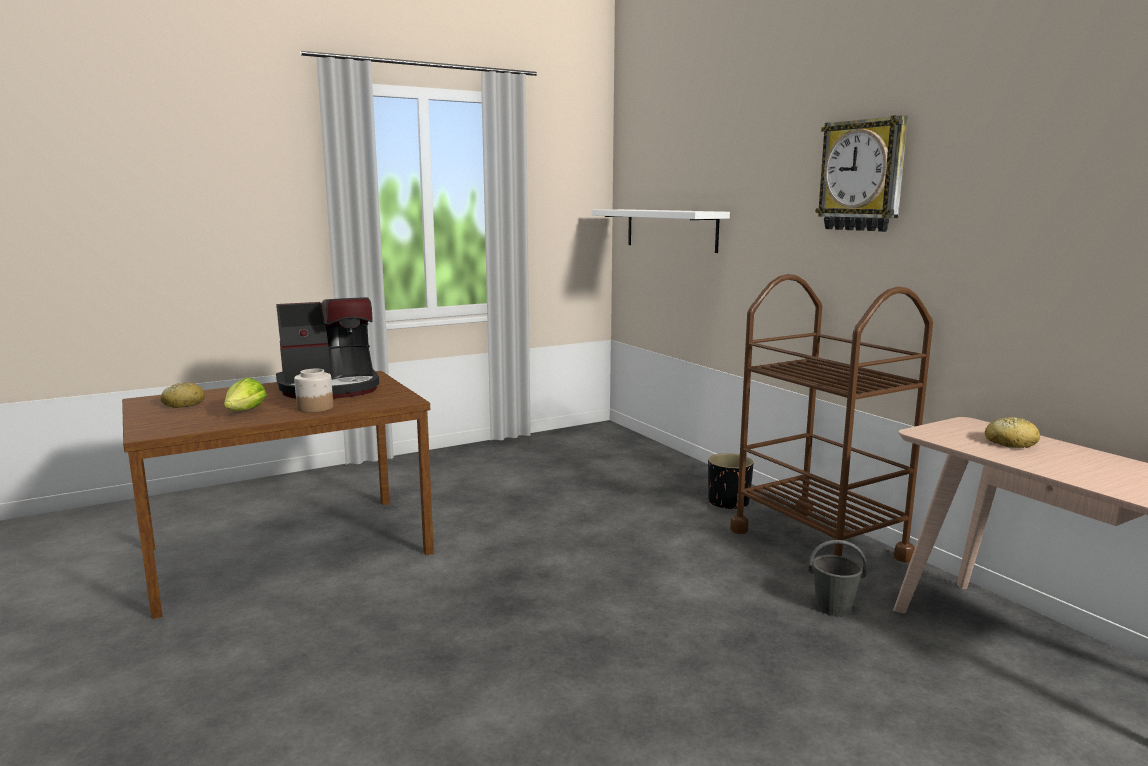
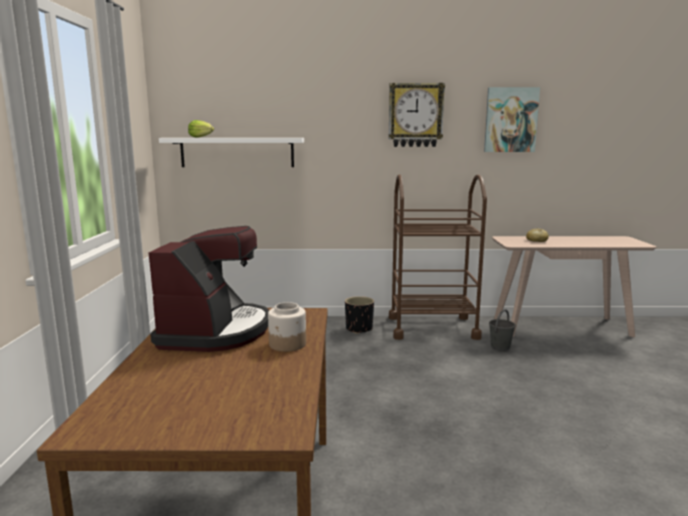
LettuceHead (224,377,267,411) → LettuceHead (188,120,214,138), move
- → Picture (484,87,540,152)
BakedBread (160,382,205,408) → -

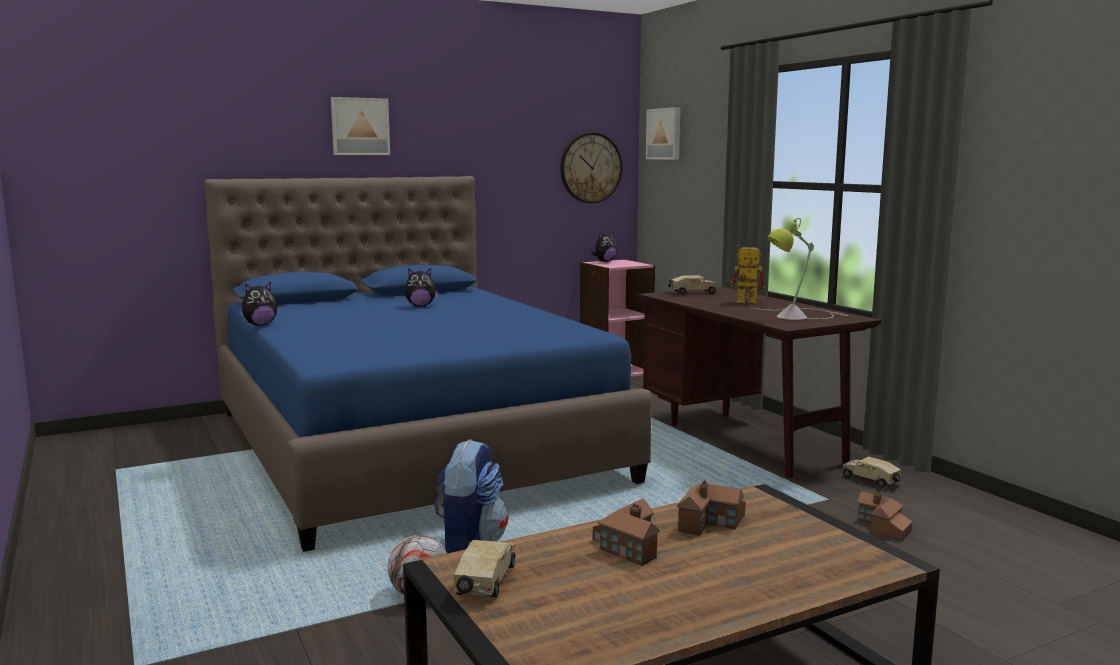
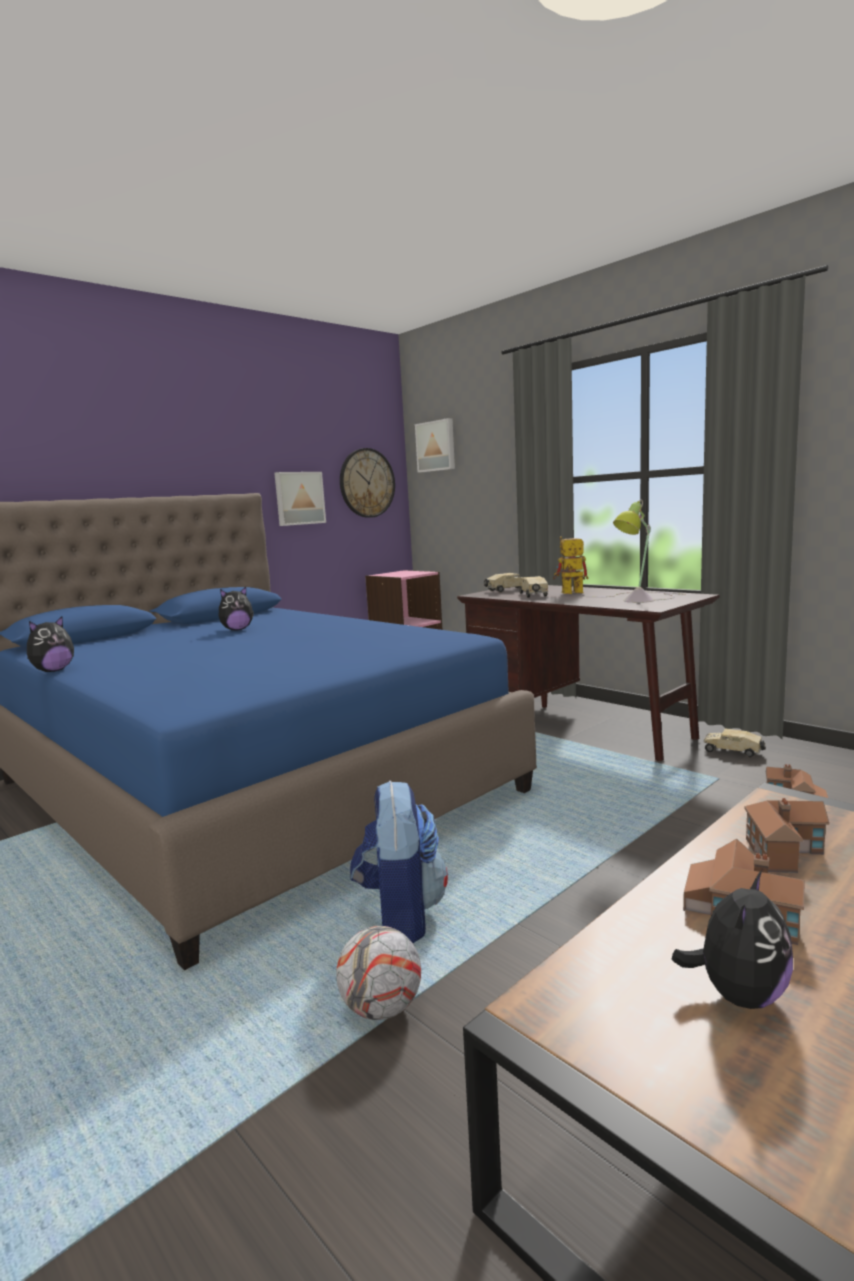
Picture (331,97,390,155) → Picture (274,472,326,526), move
ModelTruck (453,540,515,597) → ModelTruck (519,576,548,598), move
SoftToy (591,232,617,262) → SoftToy (671,870,793,1009), move

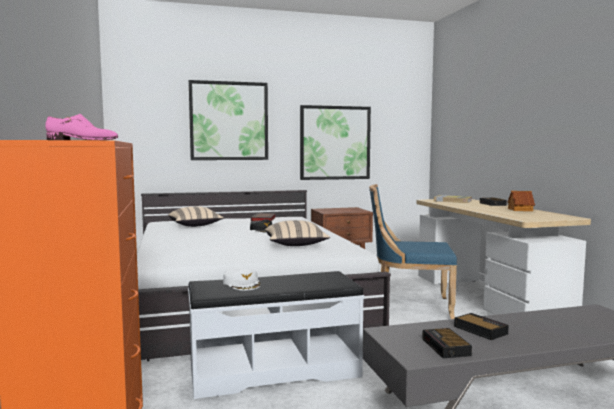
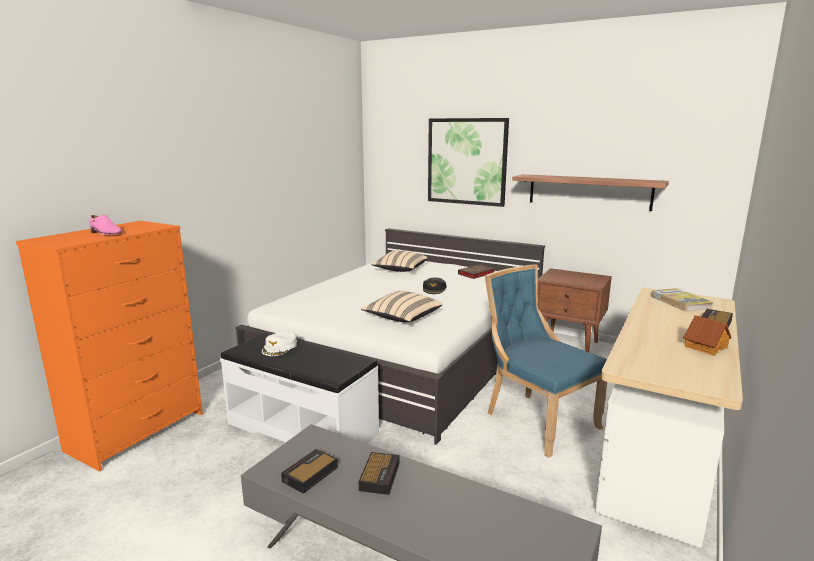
Picture (300,105,371,180) → BracketShelf (512,174,669,211)

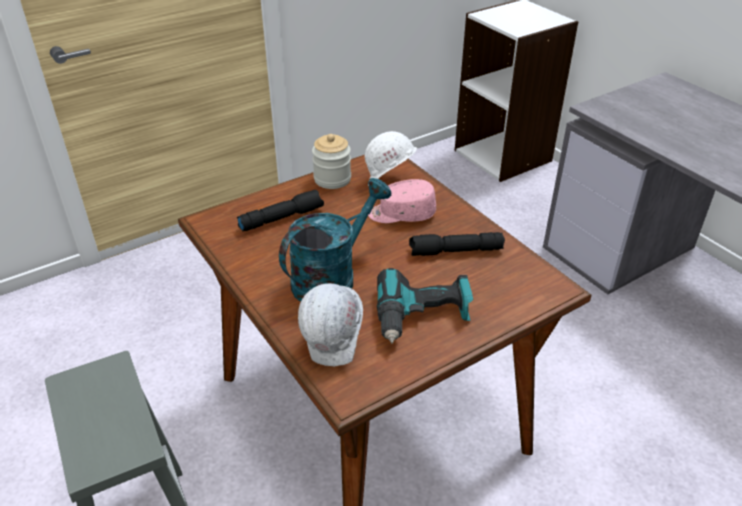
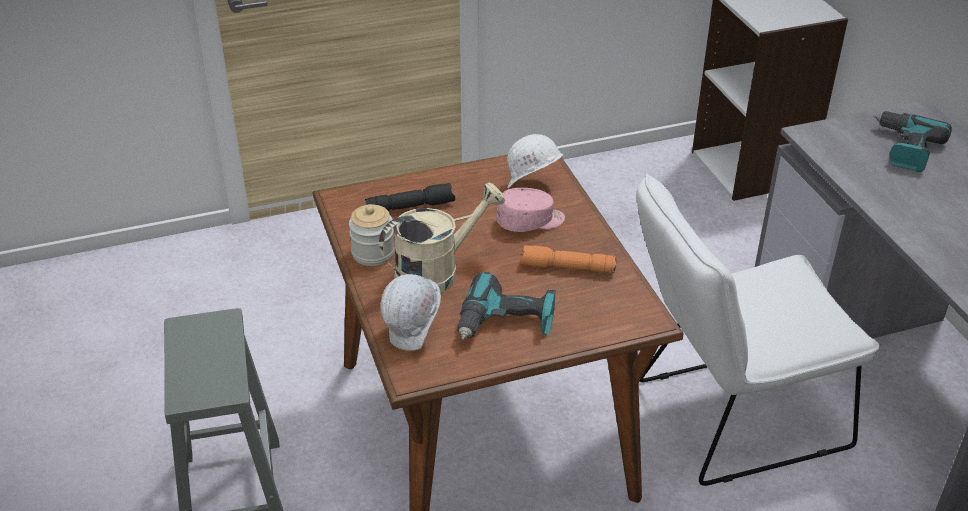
StorageJar (312,134,351,189) → StorageJar (349,204,395,266), move
TurquoiseColouredWateringCan (279,178,391,302) → BeigeWateringCan (379,182,505,293)
PinkColouredCap (368,179,436,223) → PinkColouredCap (496,188,565,232), 150 degrees clockwise
BlackColouredFlashlight (409,232,505,256) → OrangeColouredFlashlight (520,245,617,273)
- → WhitePlainChair (636,173,880,486)
- → Drill (873,111,952,172)

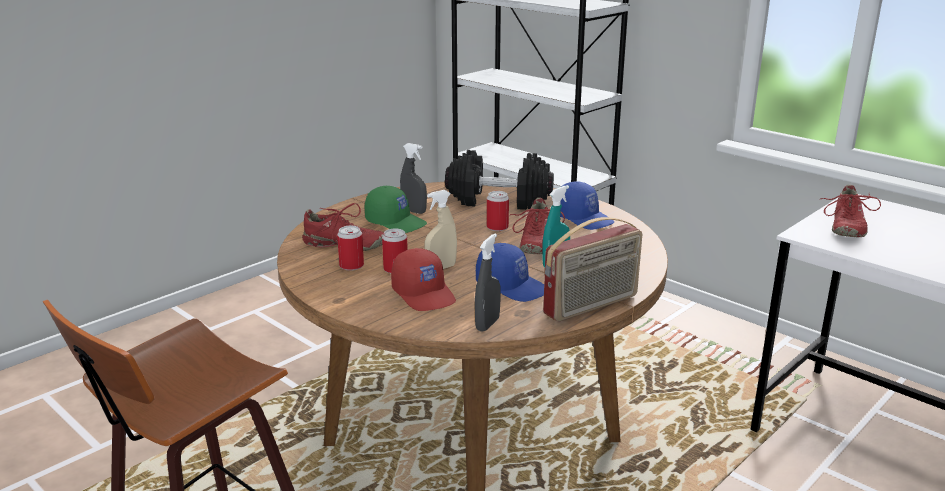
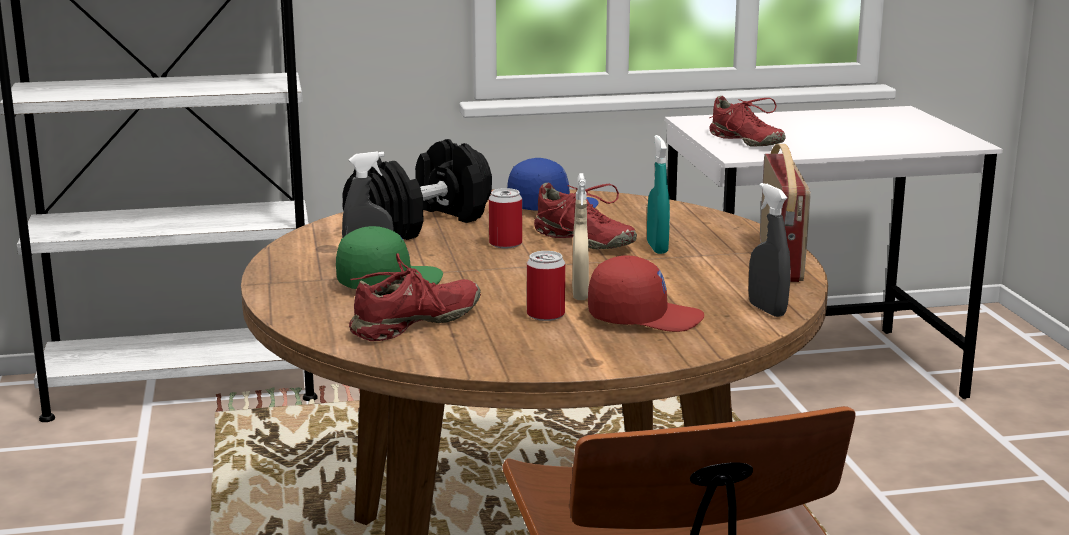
Can (337,226,364,271) → -
BlueColouredCap (476,243,544,302) → -

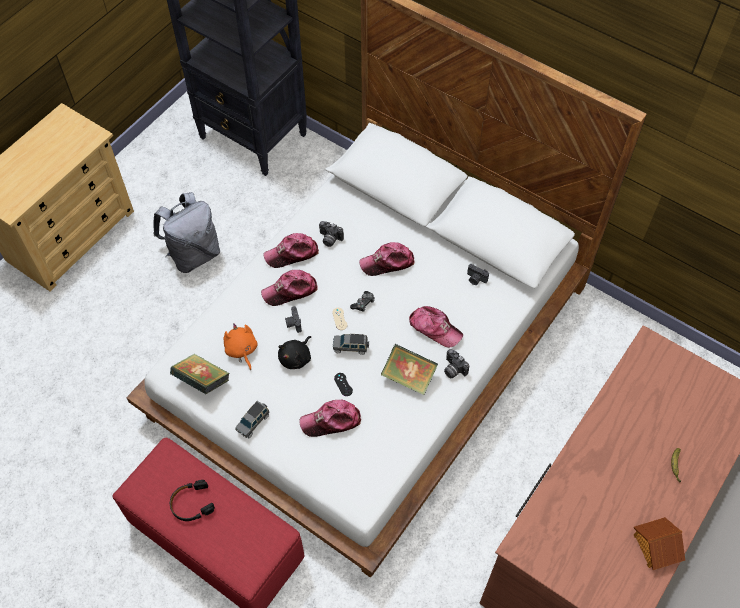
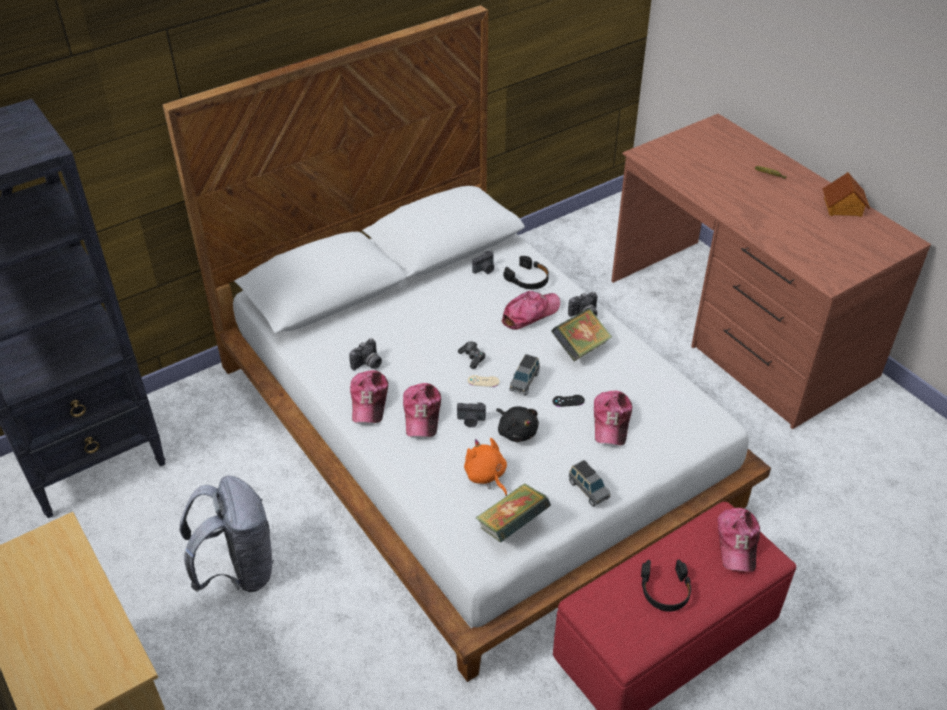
OrangeColouredSoftToy (224,323,258,370) → OrangeColouredSoftToy (464,438,507,496), 60 degrees clockwise
- → BlackColouredHeadset (503,256,549,289)
Cap (359,242,415,276) → Cap (717,508,760,572), move

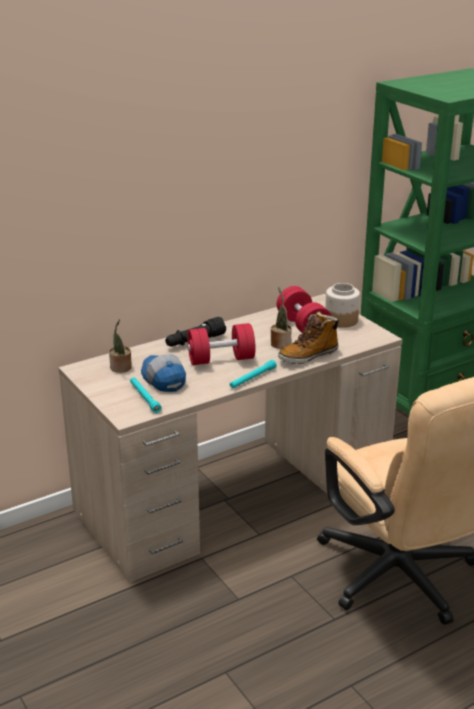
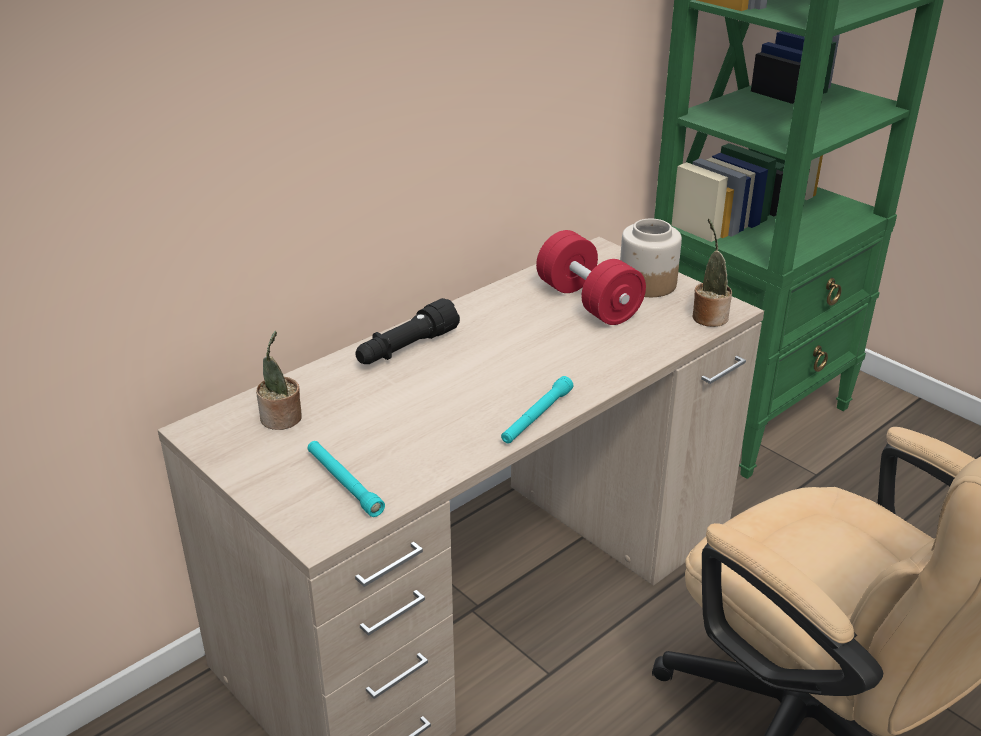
PottedPlant (271,287,292,349) → PottedPlant (692,218,732,327), move
Cap (141,354,186,392) → -
RedHandWeight (187,323,256,365) → -
TallBoot (278,311,339,364) → -

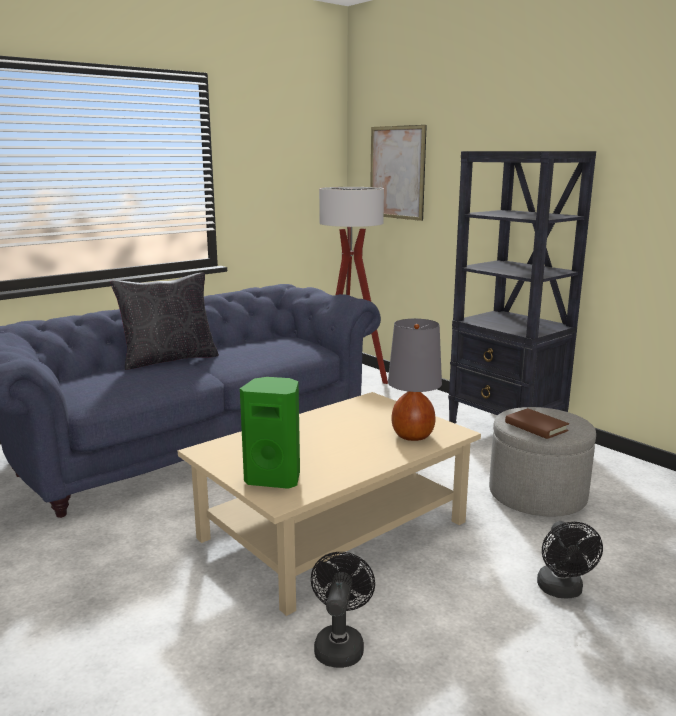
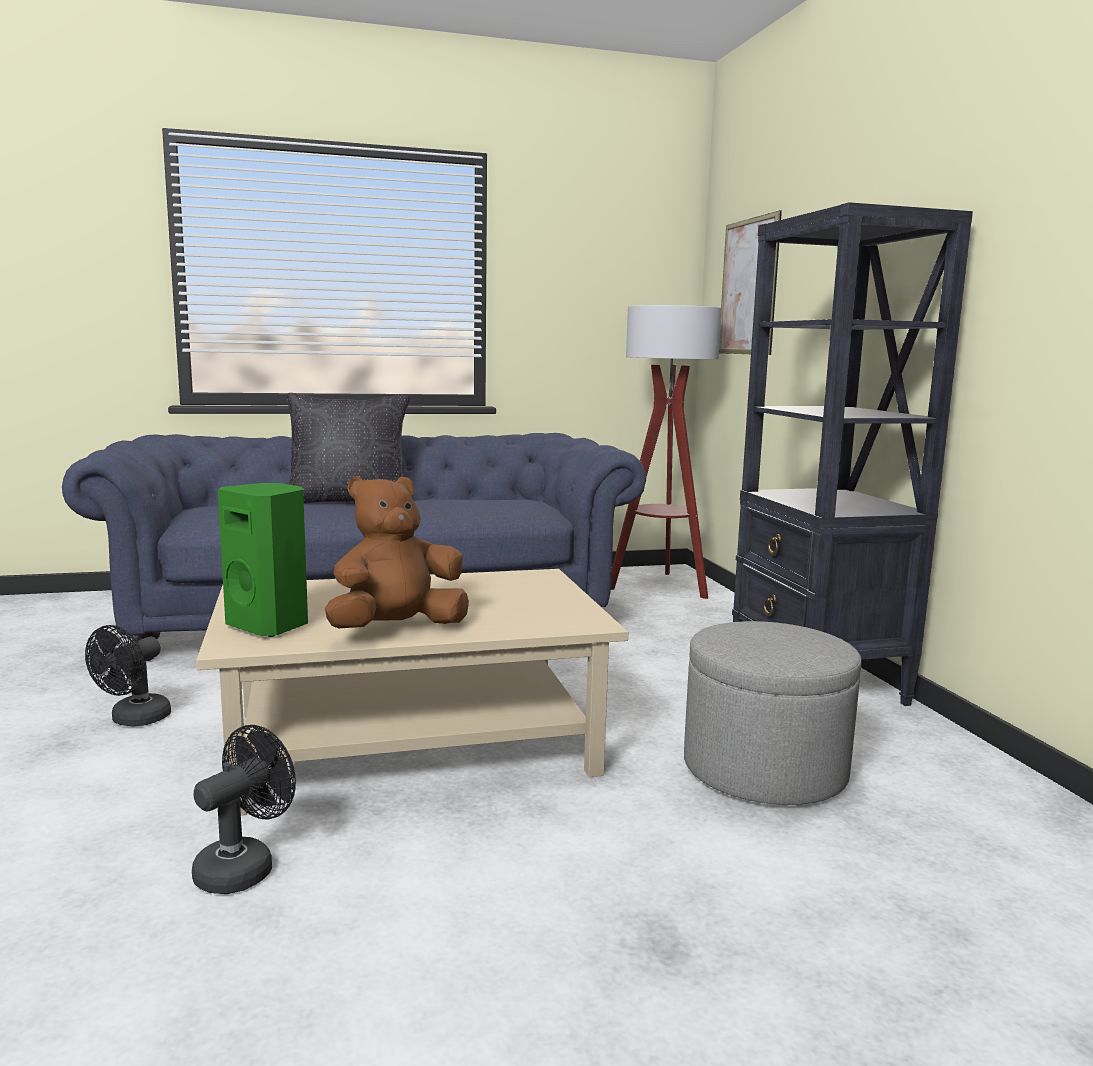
BlackColouredFan (537,521,603,599) → BlackColouredFan (85,625,171,726), move
- → BrownColouredSoftToy (325,476,469,628)
GreyishTabletopLamp (388,319,442,441) → -
BrownColouredBoundBook (505,408,569,439) → -

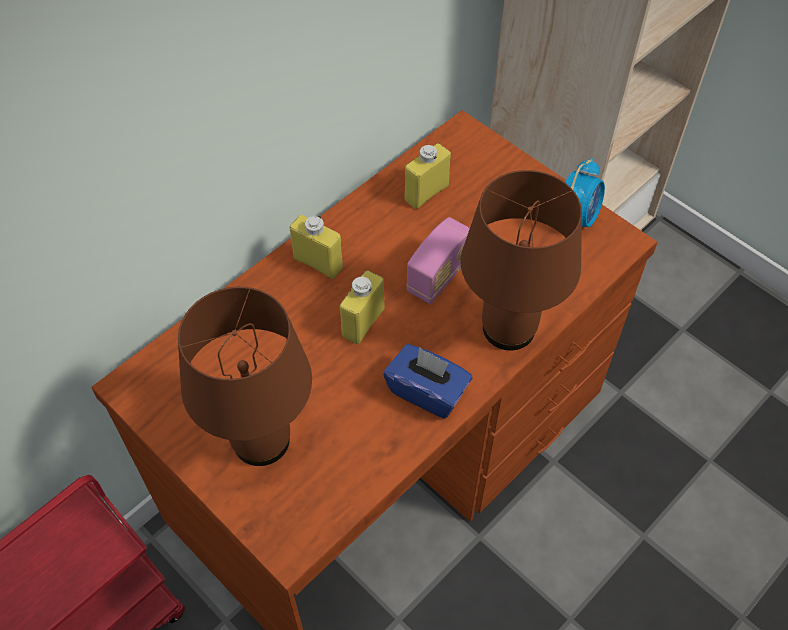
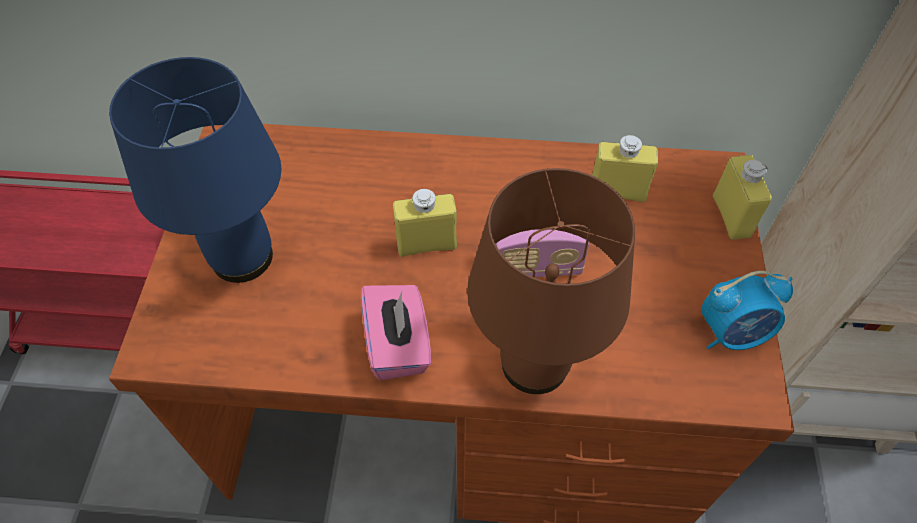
BrownColouredTabletopLamp (178,287,312,466) → BlueColouredTabletopLamp (109,57,281,283)
BlueColouredBoxOfTissues (384,344,472,419) → PinkColouredBoxOfTissues (361,285,431,380)
YellowColouredBeverageBottle (290,215,343,279) → YellowColouredBeverageBottle (713,155,772,240), move

